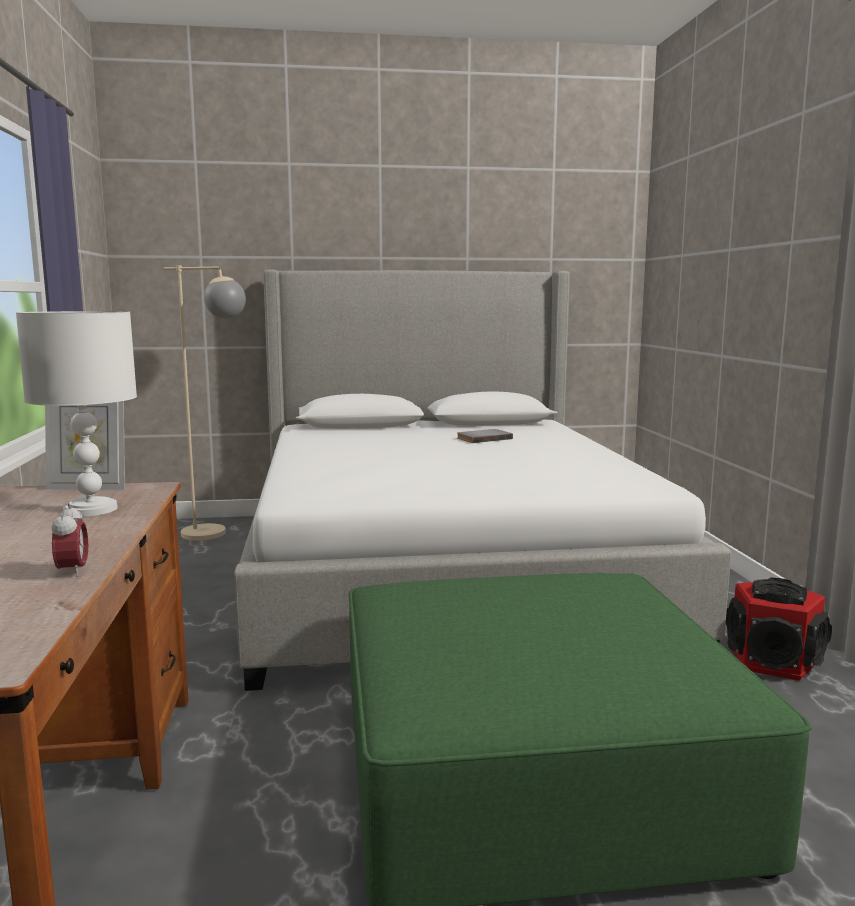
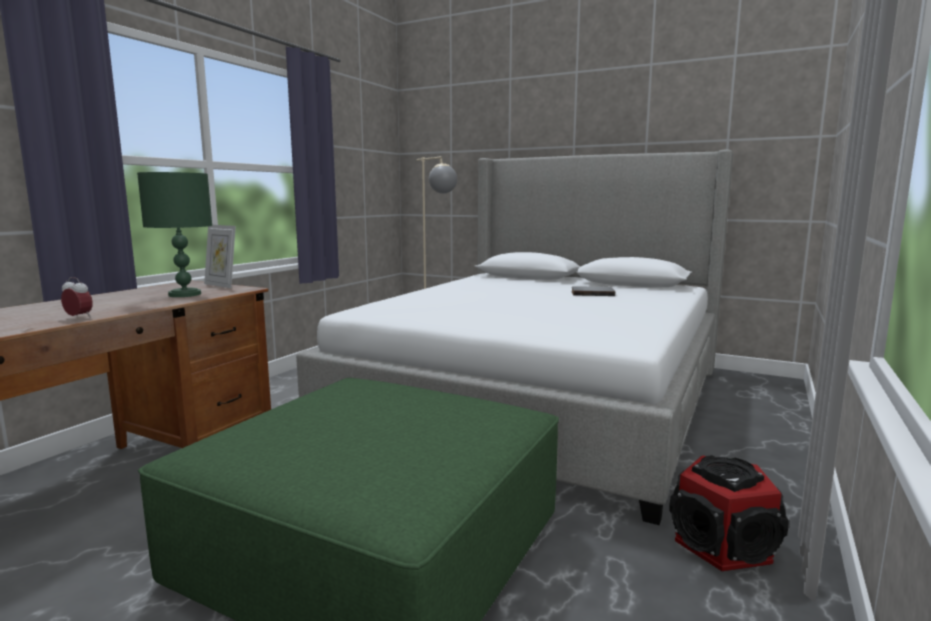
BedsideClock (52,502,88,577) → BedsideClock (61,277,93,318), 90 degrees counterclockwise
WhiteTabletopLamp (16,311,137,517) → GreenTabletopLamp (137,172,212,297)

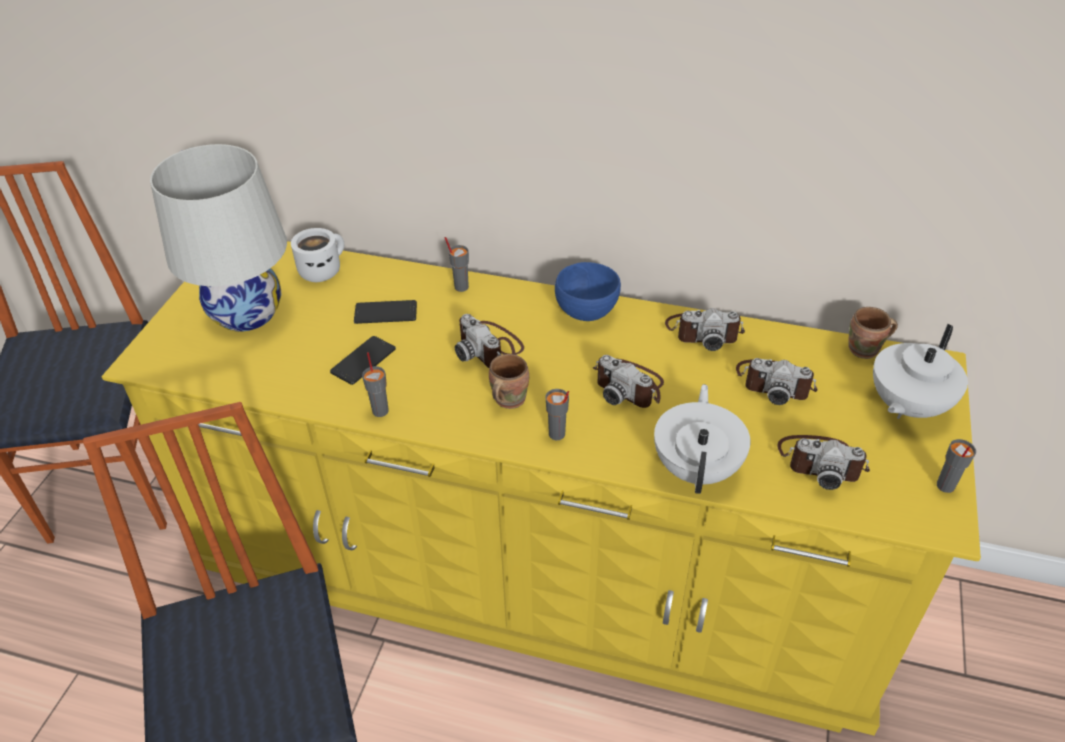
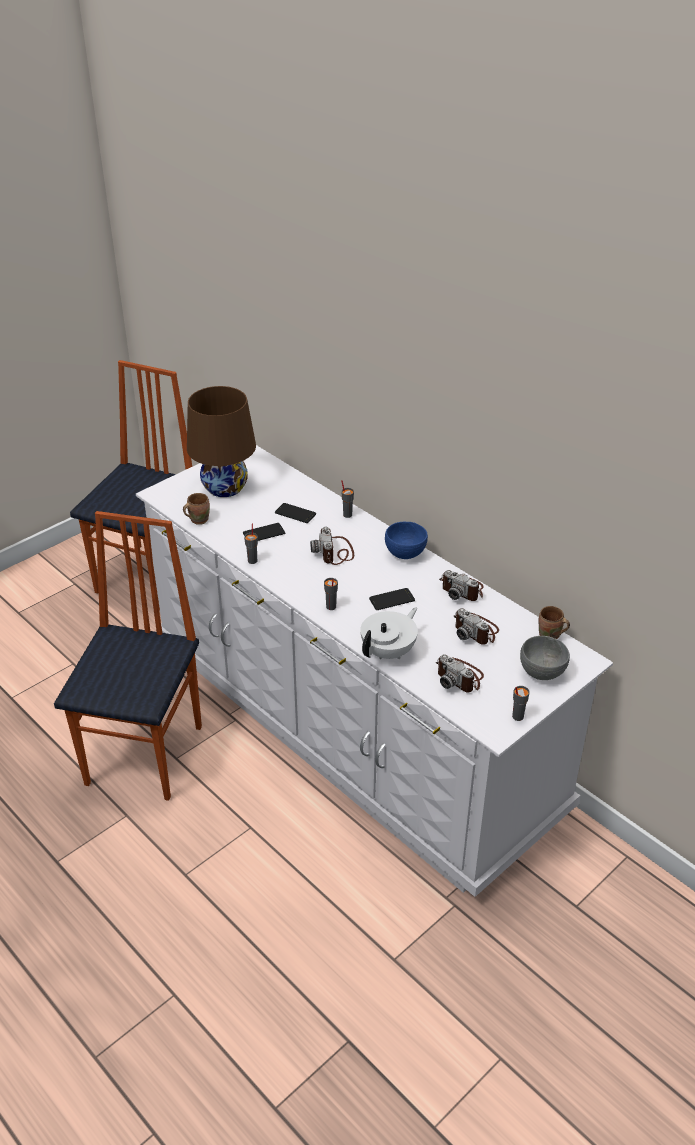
YellowColouredChestOfDrawers (101,241,981,735) → WhiteChestOfDrawers (136,445,613,897)
BrownColouredCoffeeMug (489,354,529,409) → BrownColouredCoffeeMug (183,493,210,525), move
WhiteTabletopLamp (150,144,287,332) → BrownColouredTabletopLamp (187,386,256,497)
StillCamera (593,355,664,408) → Handset (369,588,415,610)
WhiteTeapot (873,324,968,419) → GreyishServingBowl (520,636,570,680)
WhiteCoffeeMug (291,228,344,282) → -

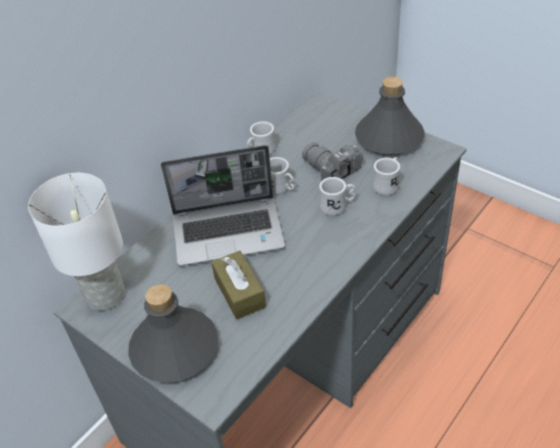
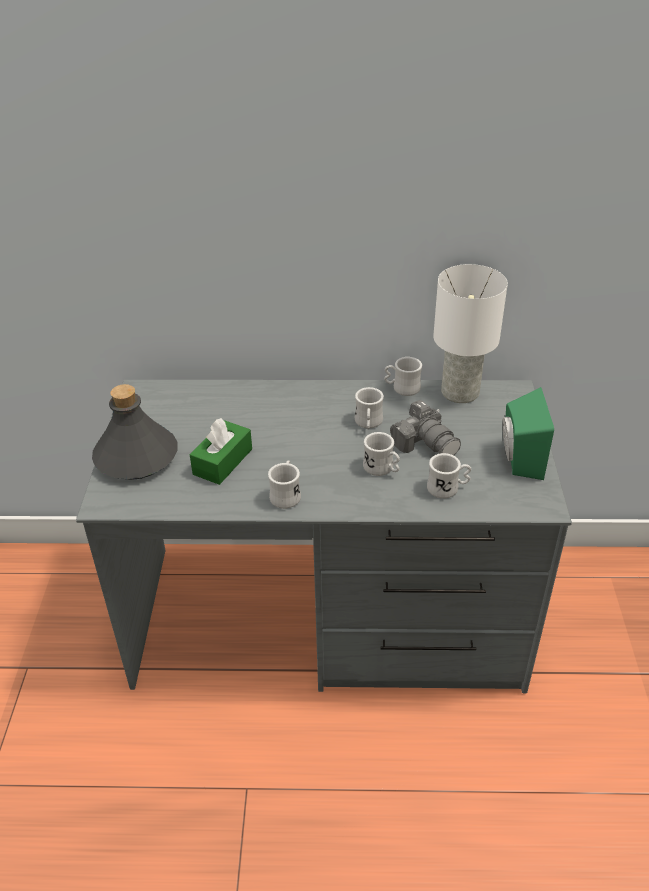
BrownColouredBoxOfTissues (211,251,266,319) → GreenBoxOfTissues (190,418,252,485)
- → WhiteCoffeeMug (268,460,301,509)
StillCamera (302,142,363,181) → StillCamera (390,400,461,455), 135 degrees clockwise
WhiteTabletopLamp (28,173,125,311) → WhiteTabletopLamp (433,264,508,403), move
GreyishBeverageBottle (355,76,425,156) → GreenSpeaker (502,387,554,480)
NotebookComputer (161,145,285,266) → -

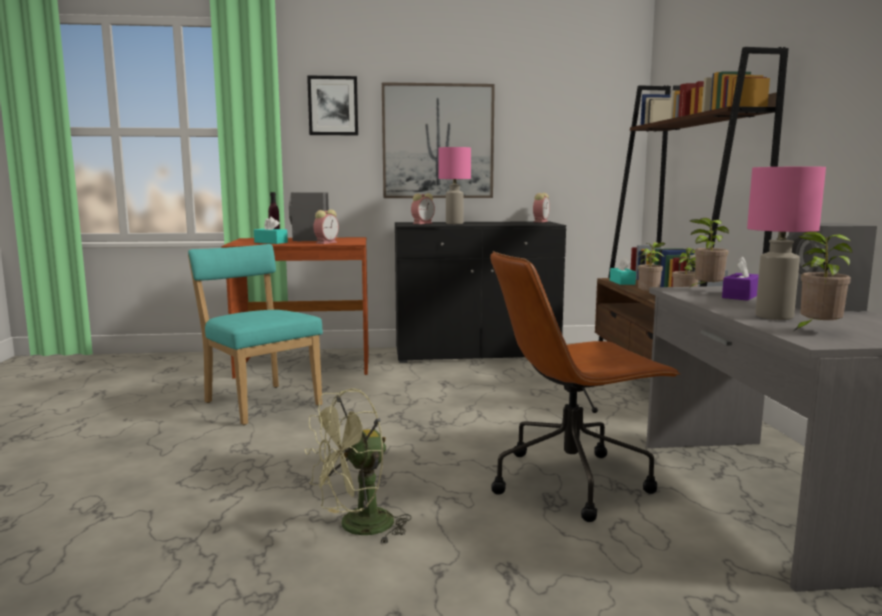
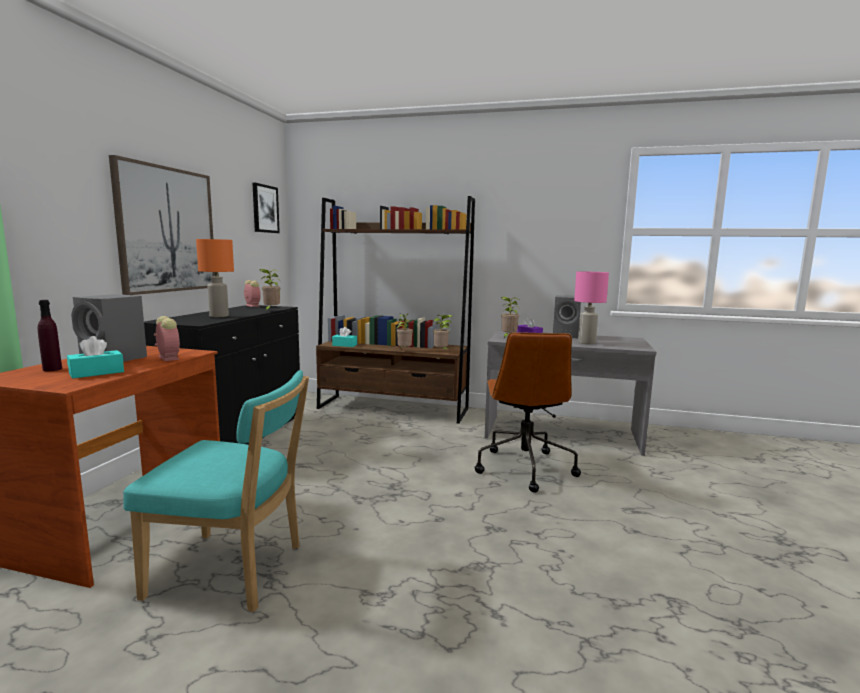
TurquoiseColouredPlainChair (188,244,323,425) → TurquoiseColouredPlainChair (123,370,309,612), 150 degrees counterclockwise
PinkColouredTabletopLamp (439,147,471,224) → OrangeColouredTabletopLamp (196,239,234,317)
Picture (307,75,358,135) → Picture (252,183,280,233), move
PottedPlant (794,231,853,331) → PottedPlant (260,269,281,312), move
GreenFan (305,388,411,545) → -
BedsideClock (411,193,435,224) → -

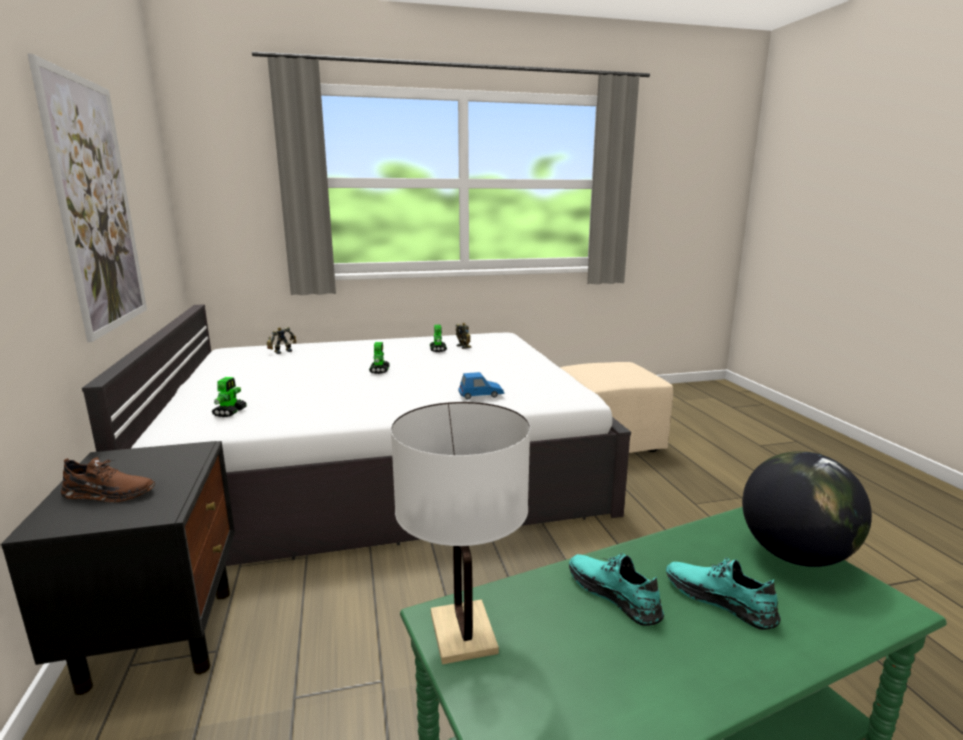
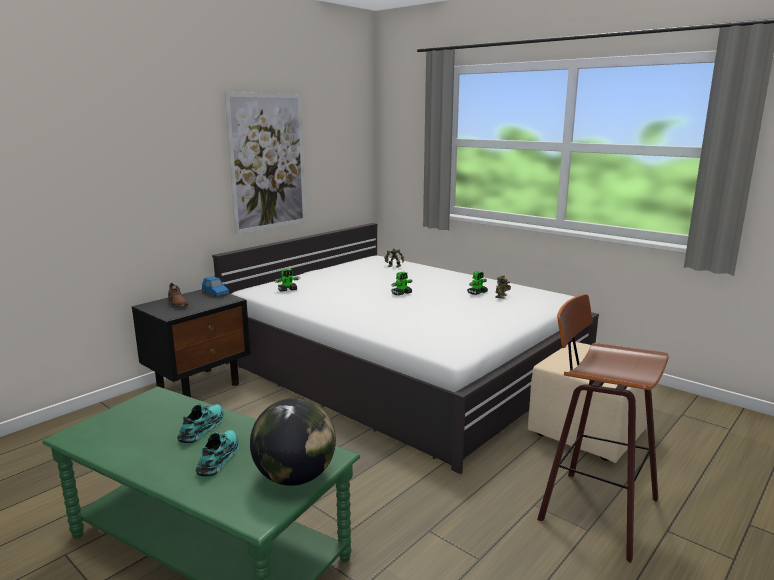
BlueColouredModelCar (458,372,504,400) → BlueColouredModelCar (202,276,229,296), move
- → SittingStool (537,294,669,563)
WhiteTabletopLamp (391,402,530,664) → -

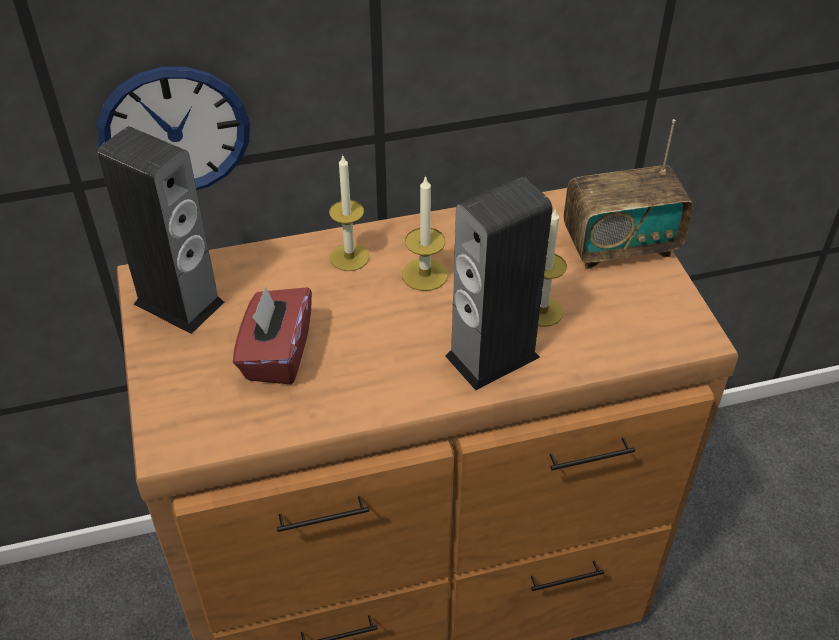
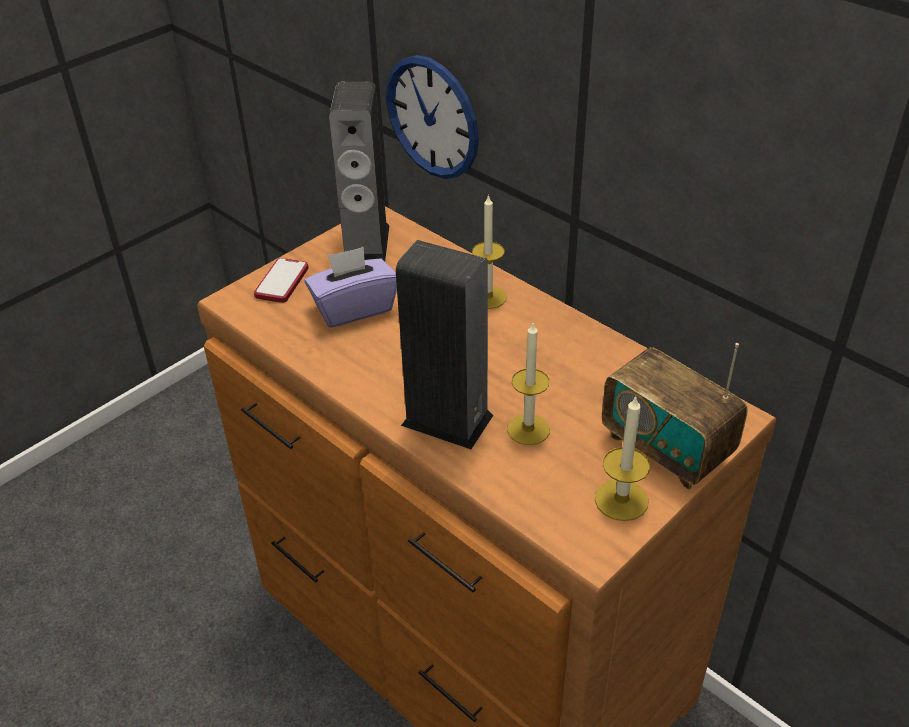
- → Handset (254,258,308,303)
RedBoxOfTissues (233,286,312,385) → PurpleBoxOfTissues (305,247,397,327)
Candle (402,175,448,291) → Candle (595,395,650,521), move

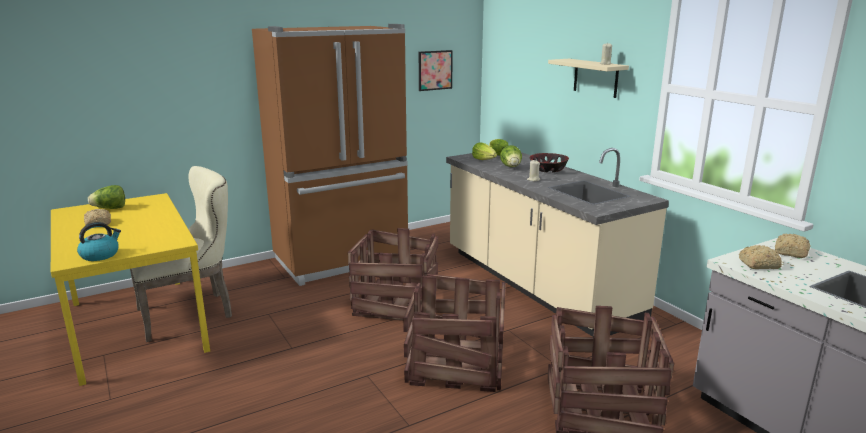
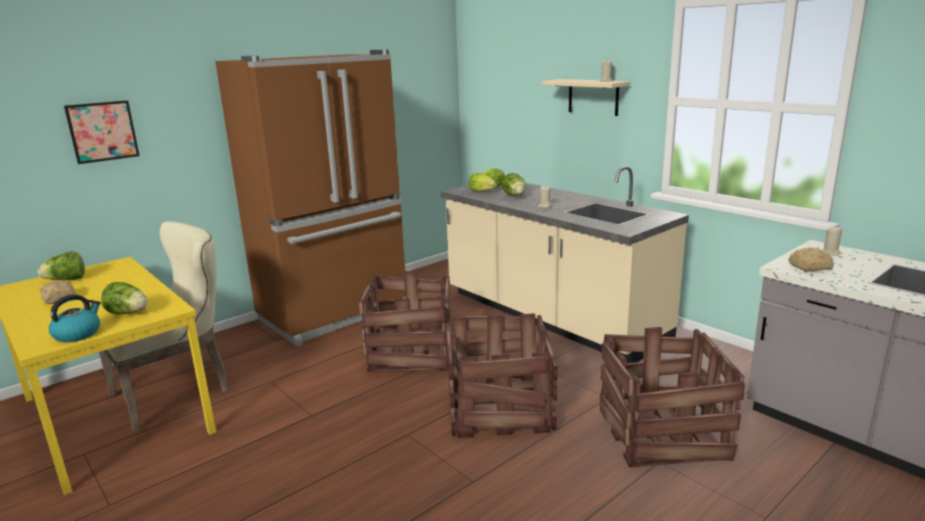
Picture (419,50,453,91) → Picture (64,100,140,164), move
- → LettuceHead (101,282,148,315)
BakedBread (775,234,811,258) → BeigeCandle (822,226,842,256)
ServingBowl (529,153,569,172) → -

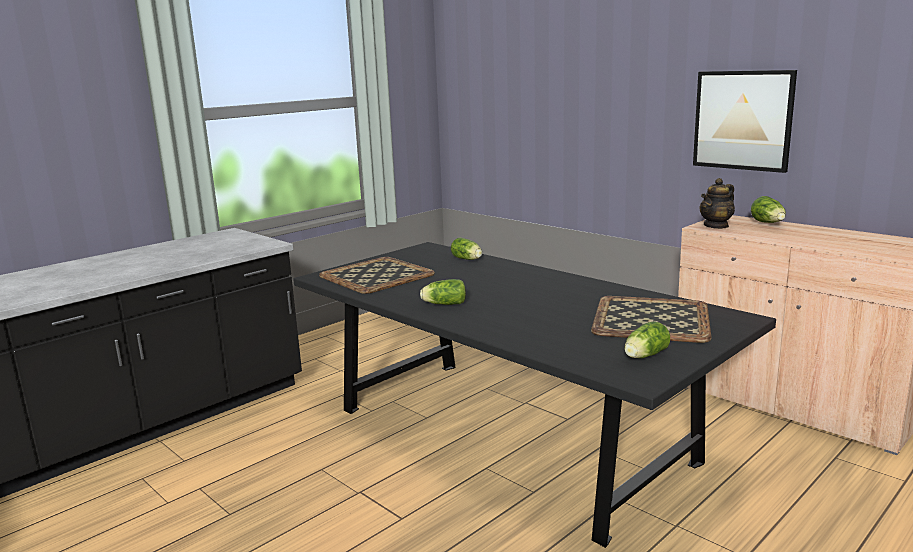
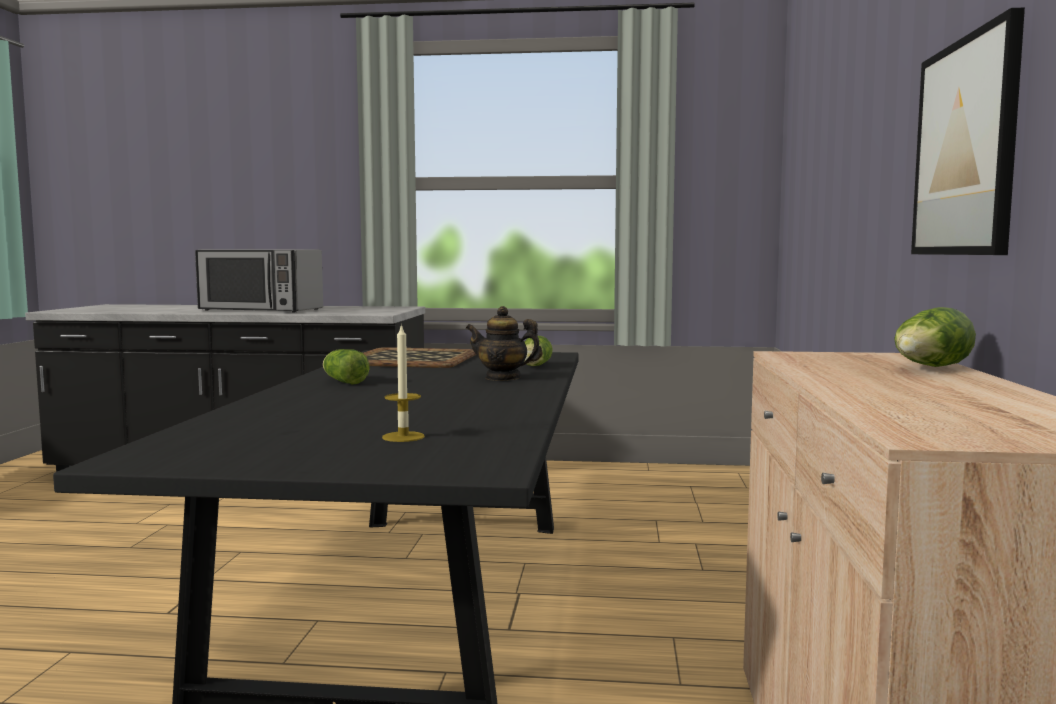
- → Microwave (195,249,323,312)
ServingTray (591,296,712,343) → Candle (382,323,425,442)
Teapot (700,178,735,229) → Teapot (466,306,543,381), move
LettuceHead (624,321,670,358) → -

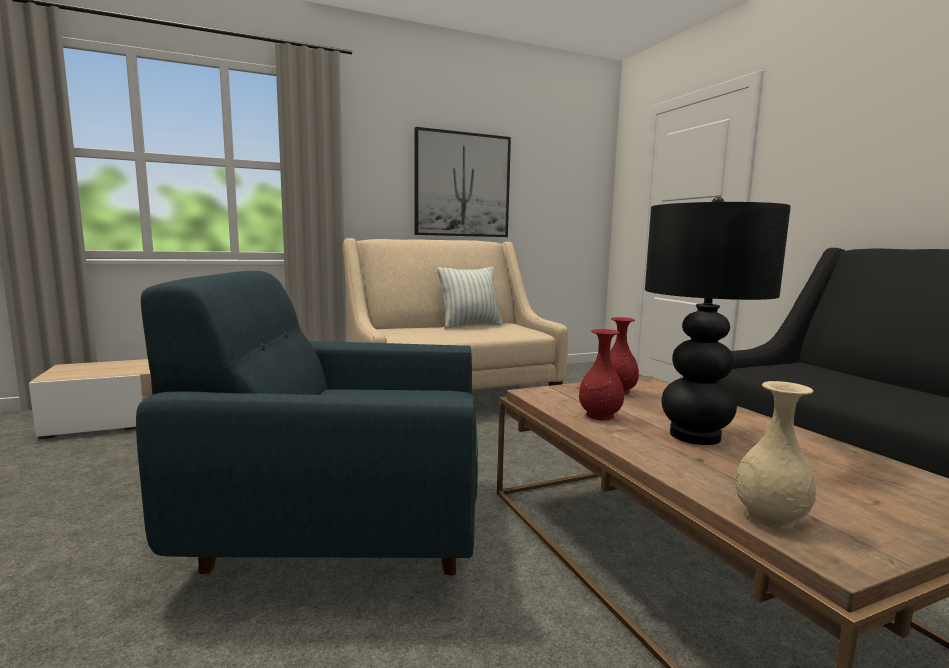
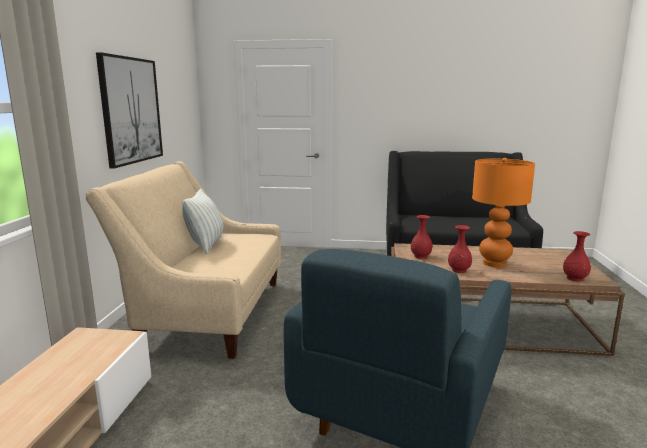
BlackColouredTabletopLamp (645,197,791,445) → OrangeColouredTabletopLamp (472,158,535,267)
BeigeVase (735,381,816,529) → RedVase (563,231,591,281)

